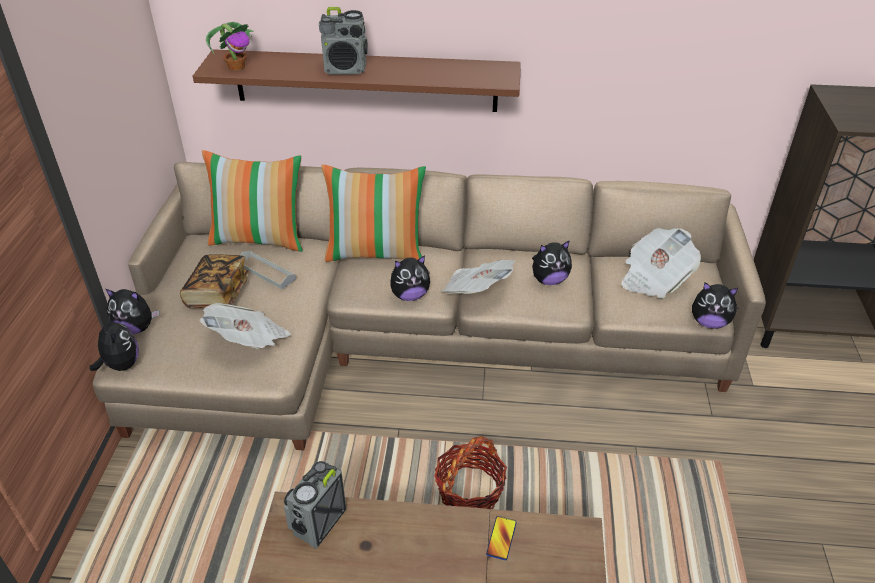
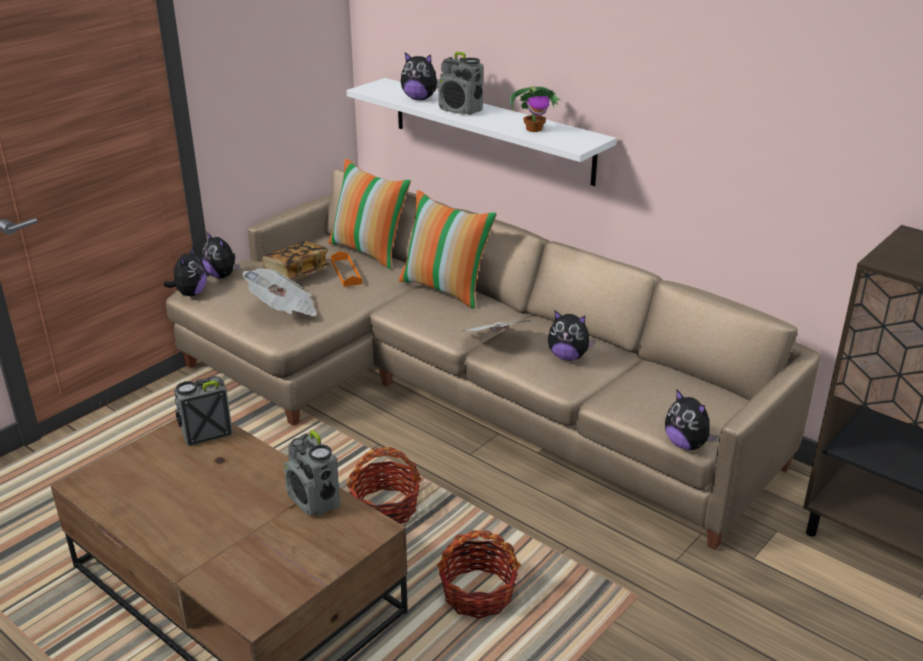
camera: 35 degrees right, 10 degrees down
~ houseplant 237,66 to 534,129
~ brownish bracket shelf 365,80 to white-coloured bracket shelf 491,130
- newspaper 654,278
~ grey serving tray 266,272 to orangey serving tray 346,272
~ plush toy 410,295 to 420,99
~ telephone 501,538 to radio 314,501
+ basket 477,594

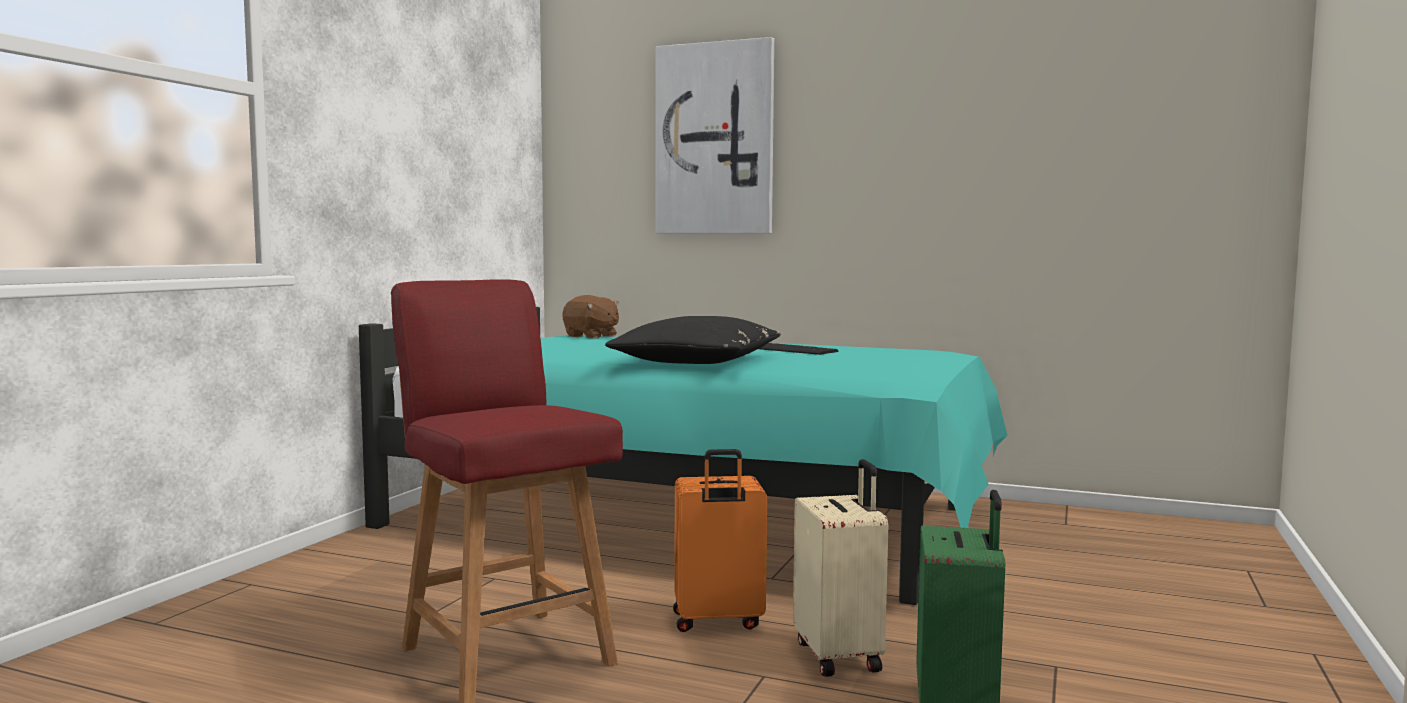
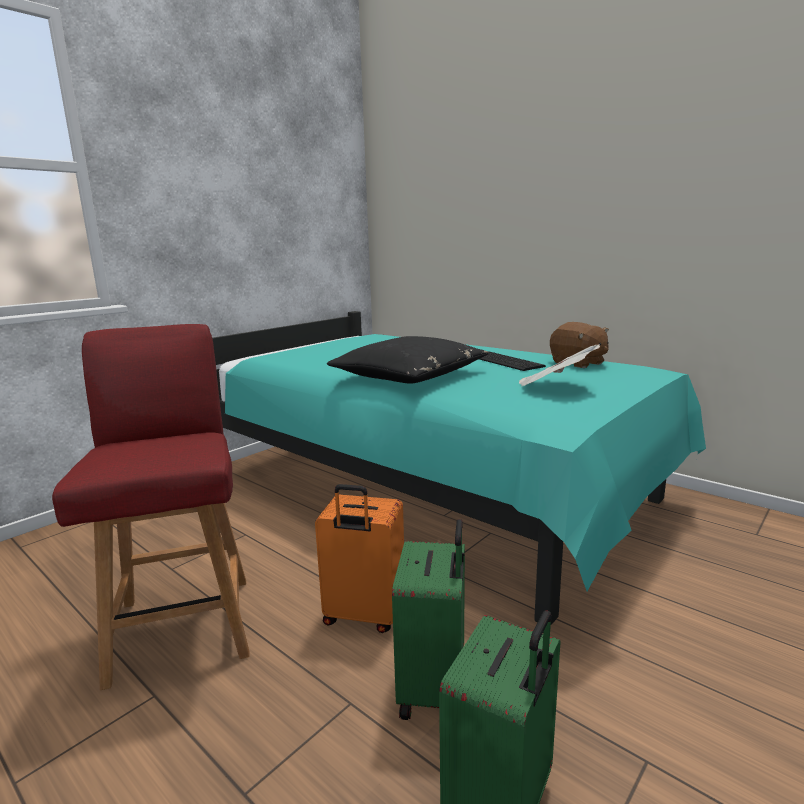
camera: 20 degrees right, 10 degrees up
- wall picture 715,139
~ brownish plush toy 591,336 to 578,363
~ beige travel case 840,656 to greenish travel case 435,689
+ newspaper 554,387

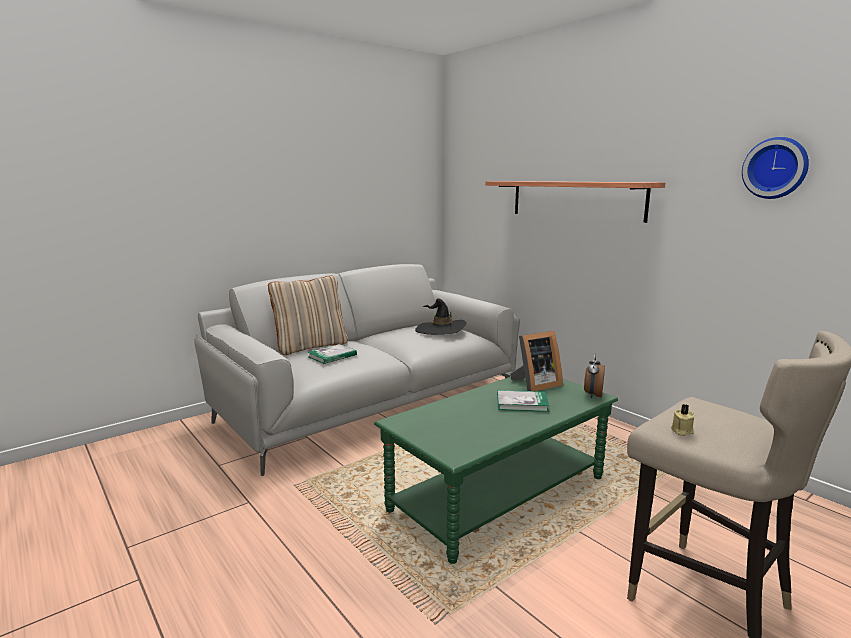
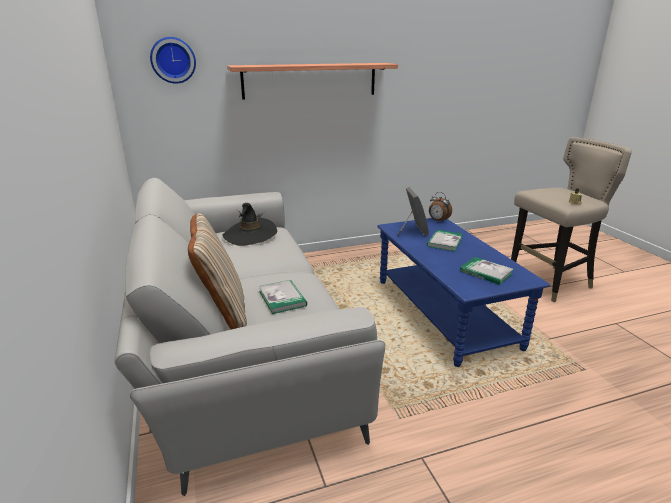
camera: 70 degrees left, 10 degrees up
~ clock on the wall 776,168 to 173,60
~ greenish lounge table 499,493 to blue-coloured lounge table 444,312
+ volume 486,272

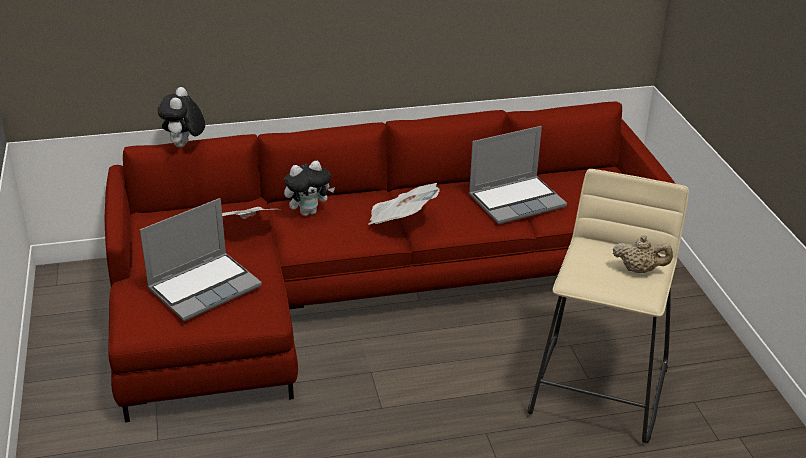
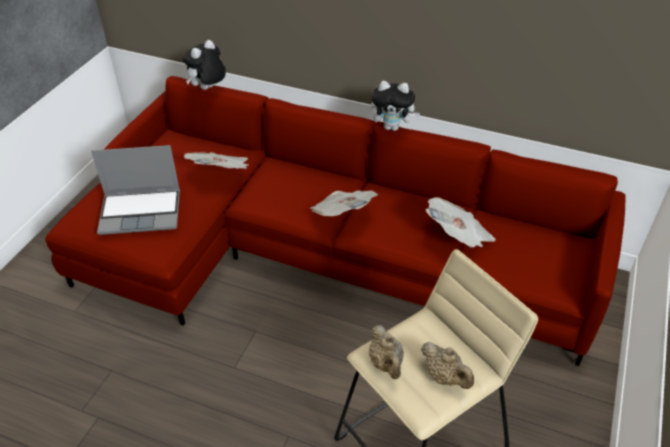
camera: 35 degrees right, 10 degrees up
~ laptop 517,200 to newspaper 458,237
~ plush toy 308,212 to 392,127
+ beige teapot 386,364

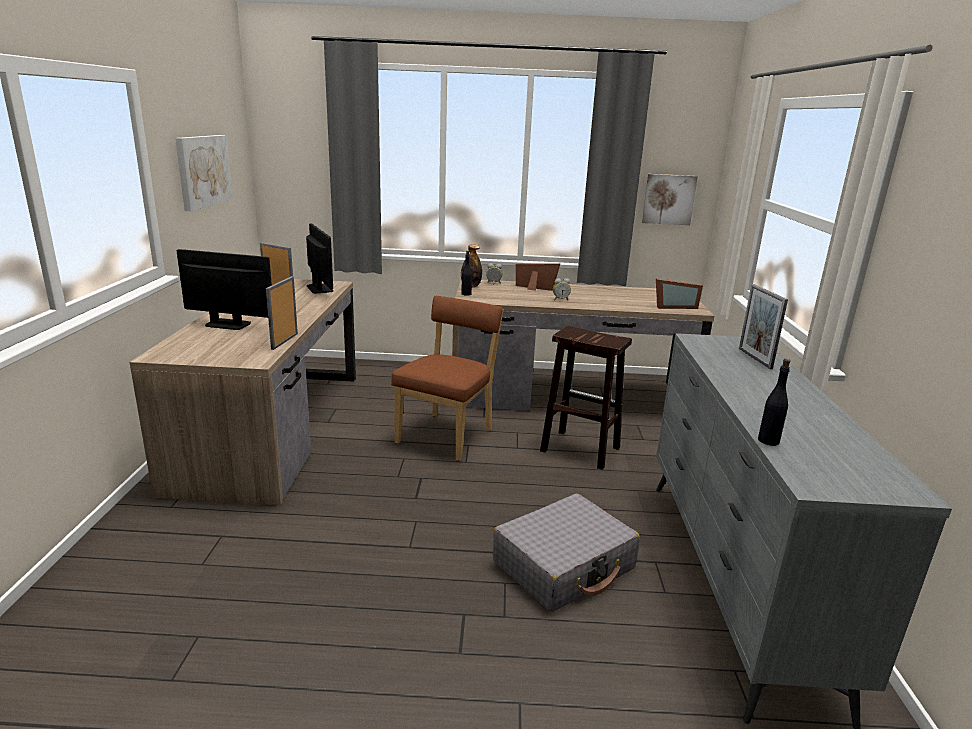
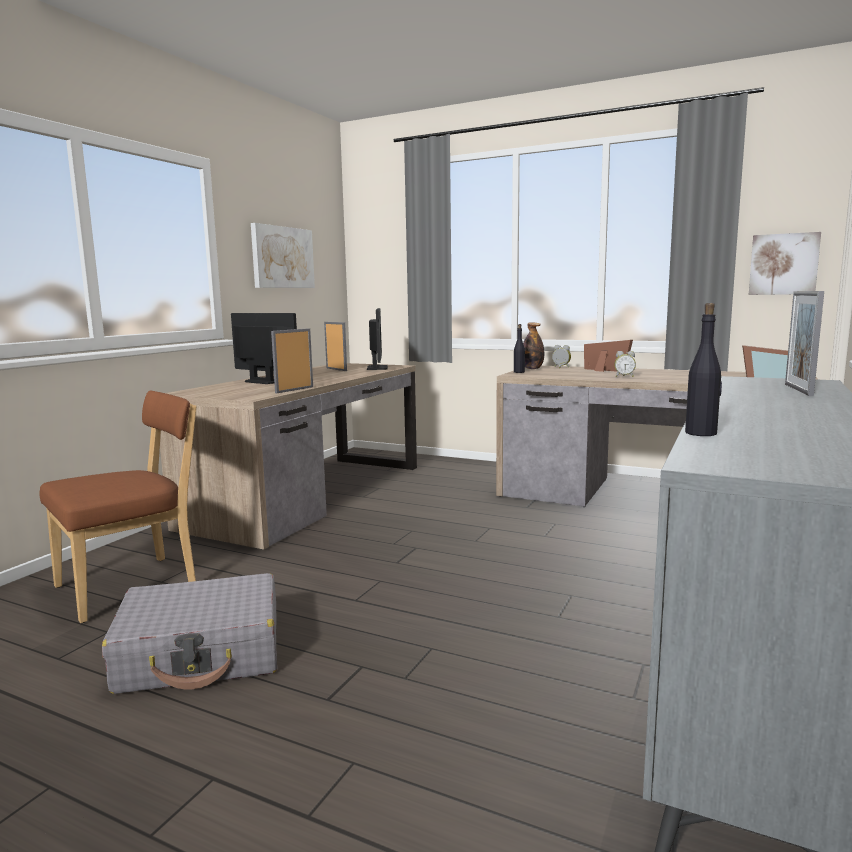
camera: 25 degrees right, 10 degrees down
~ brownish chair 448,434 to 134,586
- brownish stool seat 579,449
~ grey travel case 564,565 to 202,653

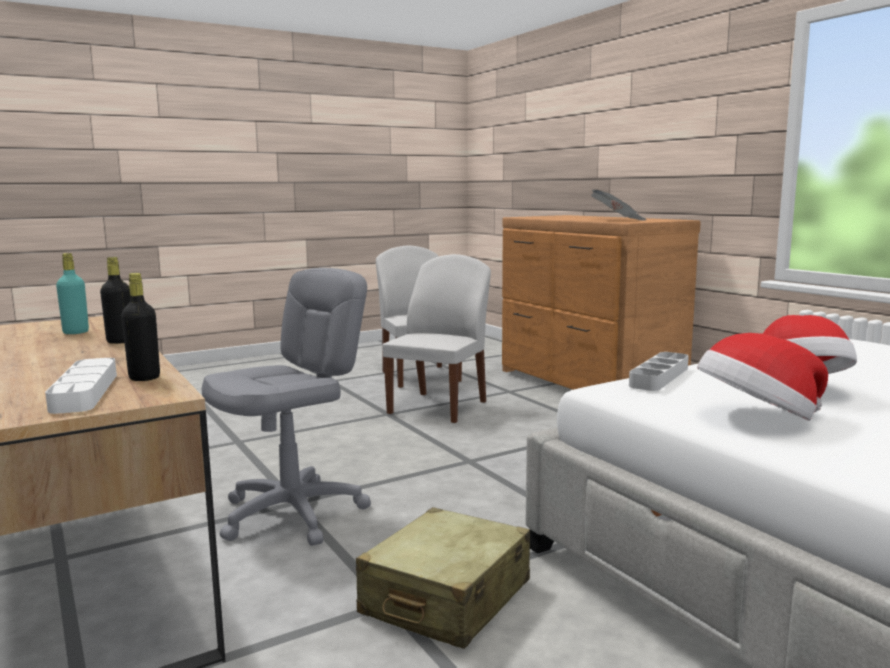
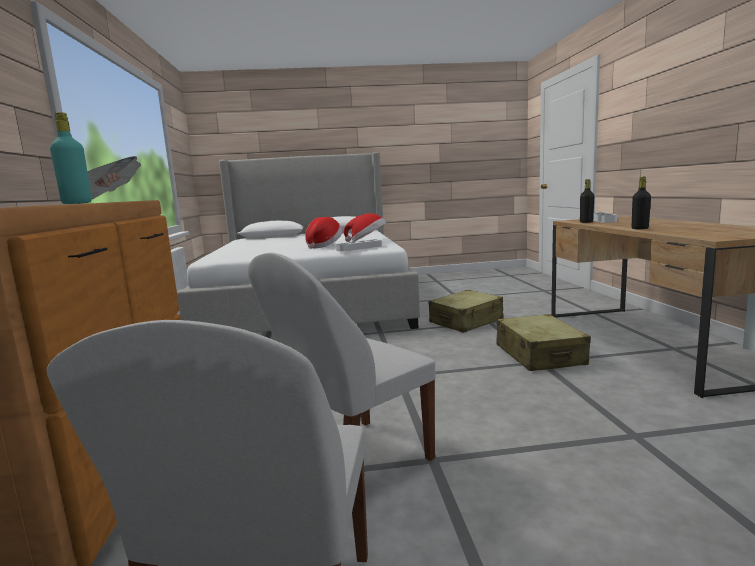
camera: 155 degrees left, 0 degrees up
~ turquoise bottle 76,332 to 77,203
~ grey computer chair 293,514 to beige travel case 539,355

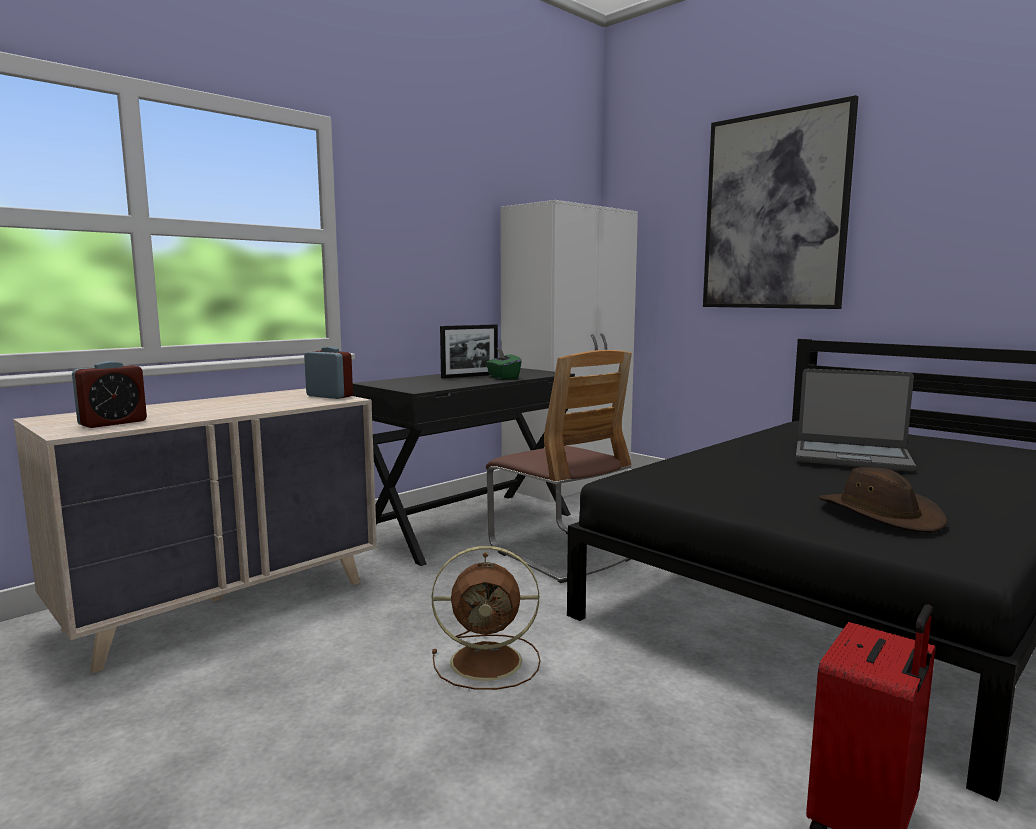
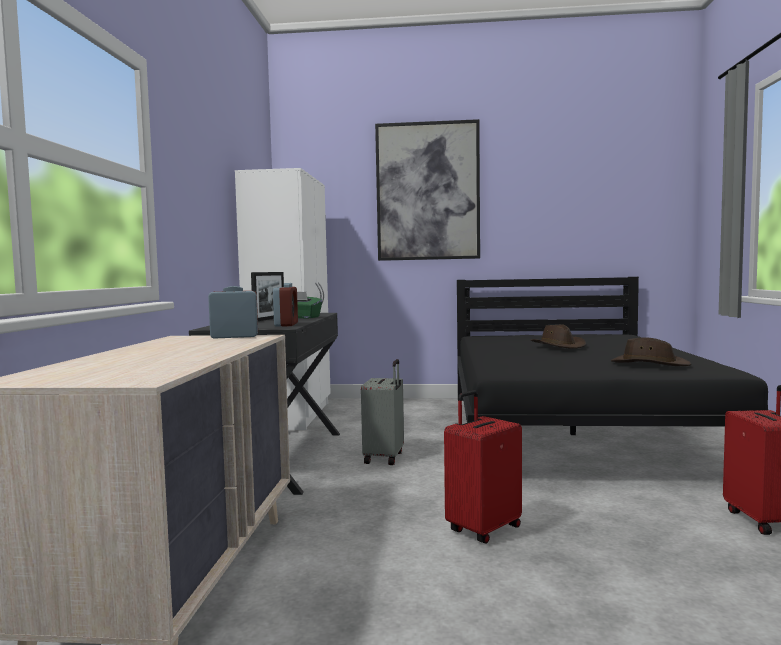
camera: 40 degrees left, 5 degrees down
~ chair 559,553 to grey travel case 385,458
~ bedside clock 113,423 to 286,324
~ laptop 851,457 to brownish hat 558,346
~ brownish cooling fan 489,661 to reddish travel case 482,529

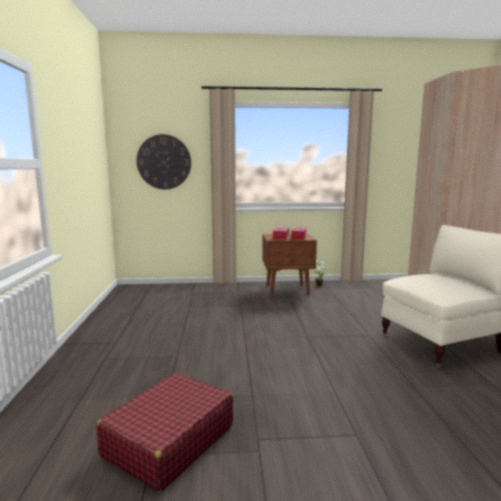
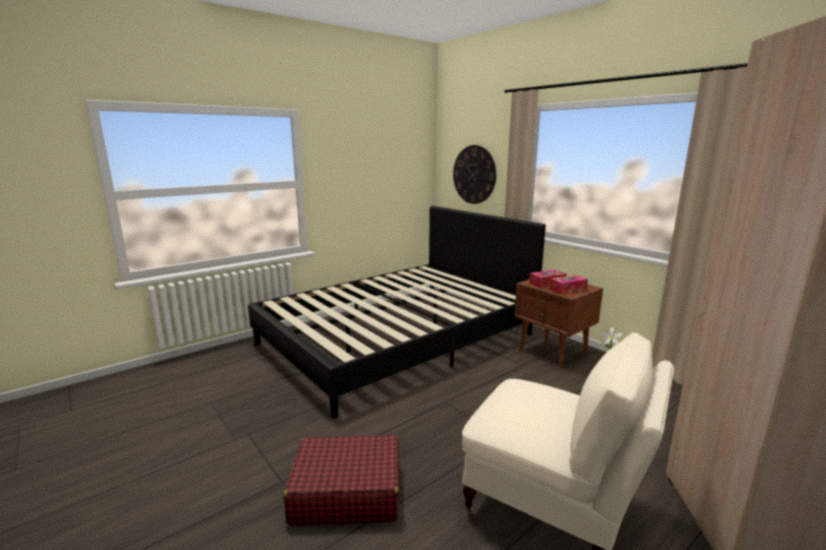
camera: 55 degrees right, 5 degrees up
~ reddish travel case 169,441 to 346,492
+ blackish bedroom bed 398,339

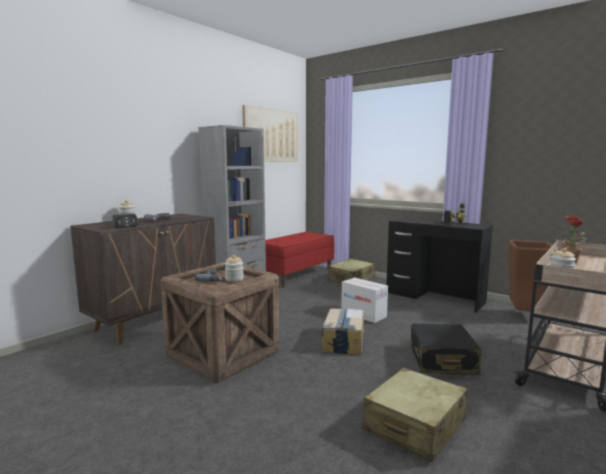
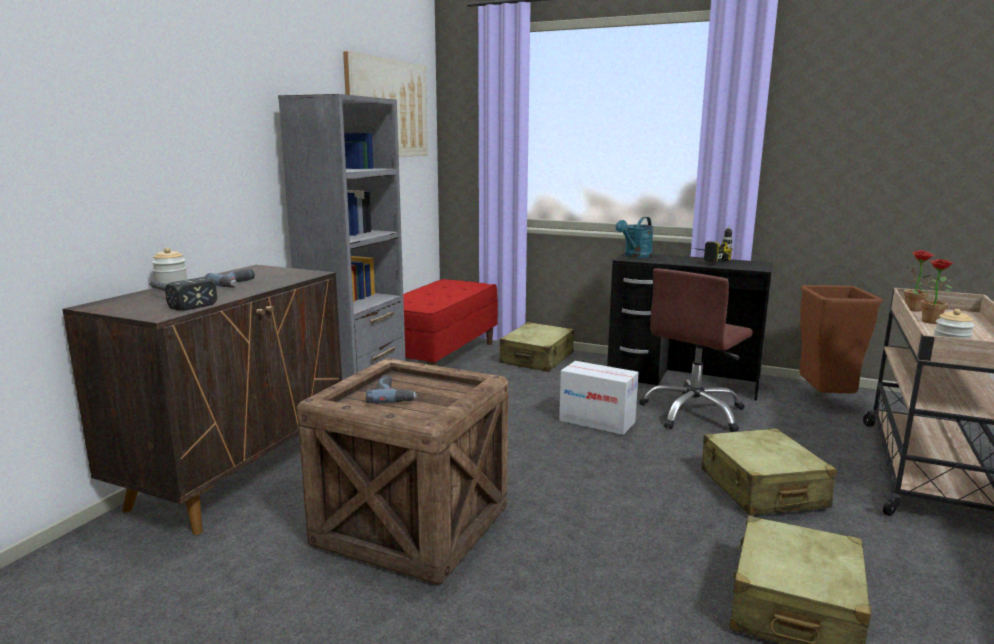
camera: 15 degrees left, 5 degrees up
- jar 234,279
- packing box 343,341
~ blackish travel case 442,360 to beige travel case 762,489
+ turquoise watering pot 635,256
+ brownish computer chair 693,413

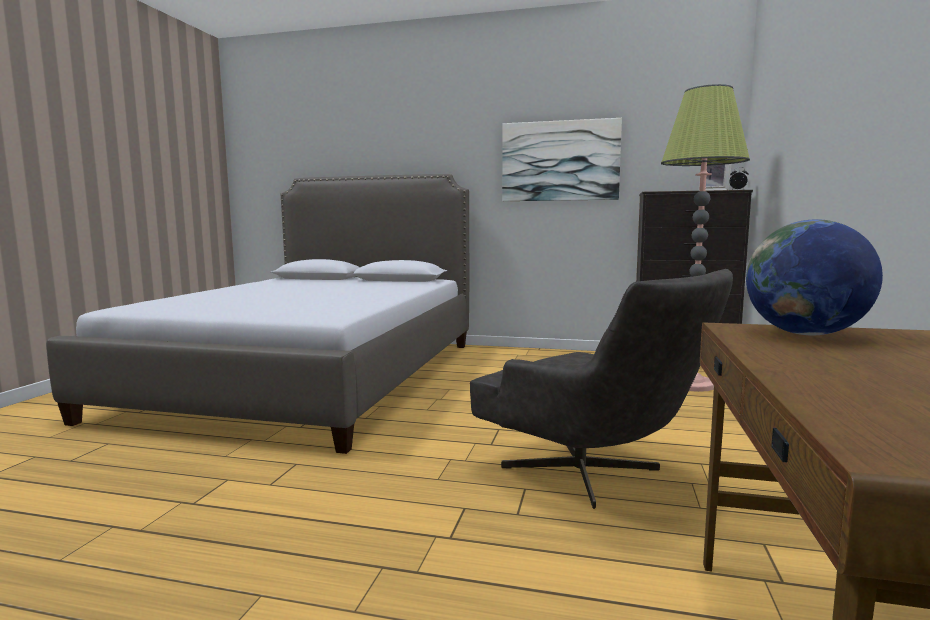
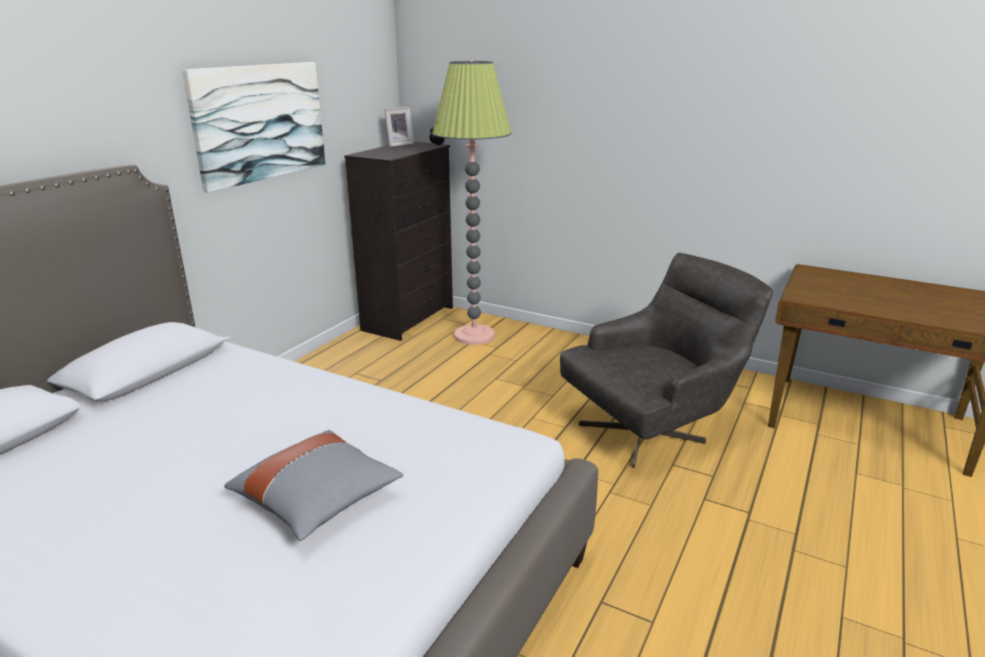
camera: 75 degrees left, 15 degrees up
- globe 805,334
+ grey cushion 318,501

